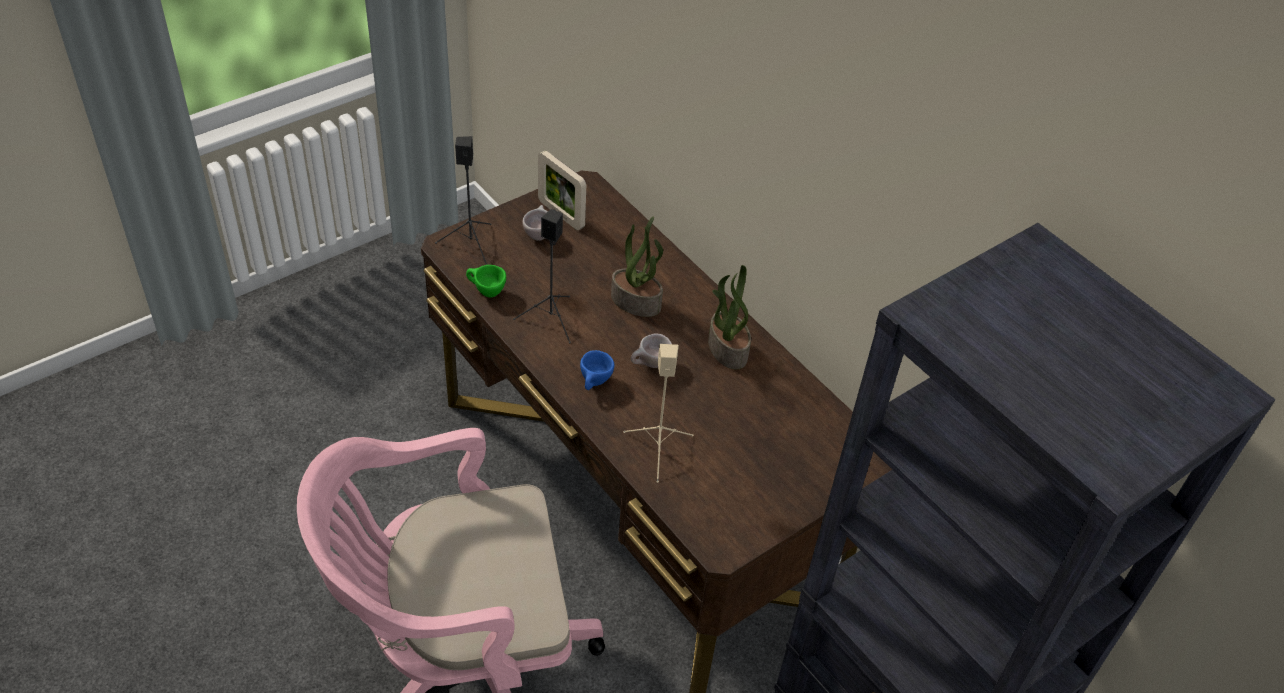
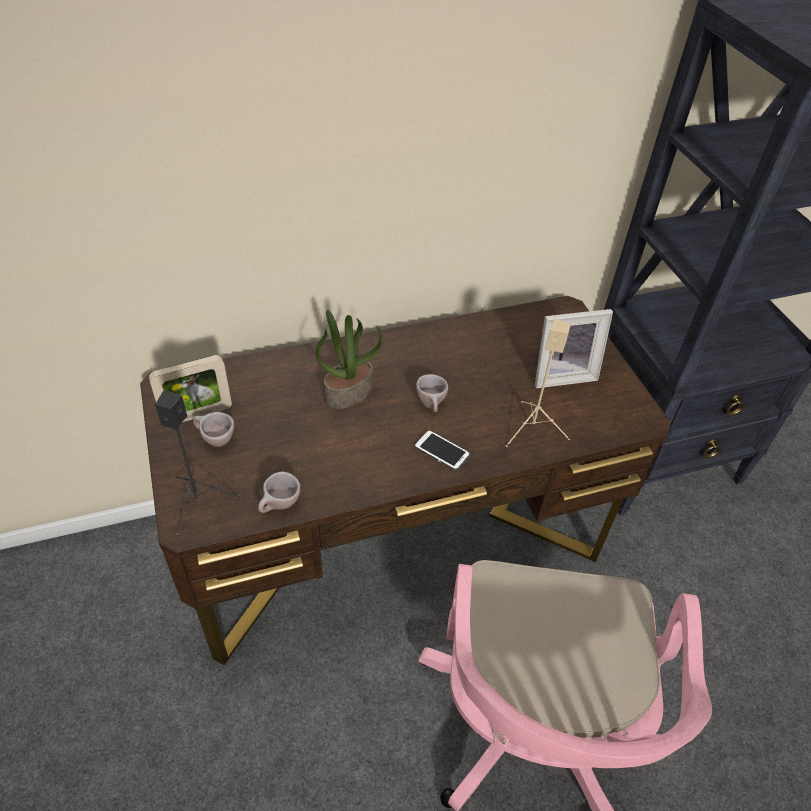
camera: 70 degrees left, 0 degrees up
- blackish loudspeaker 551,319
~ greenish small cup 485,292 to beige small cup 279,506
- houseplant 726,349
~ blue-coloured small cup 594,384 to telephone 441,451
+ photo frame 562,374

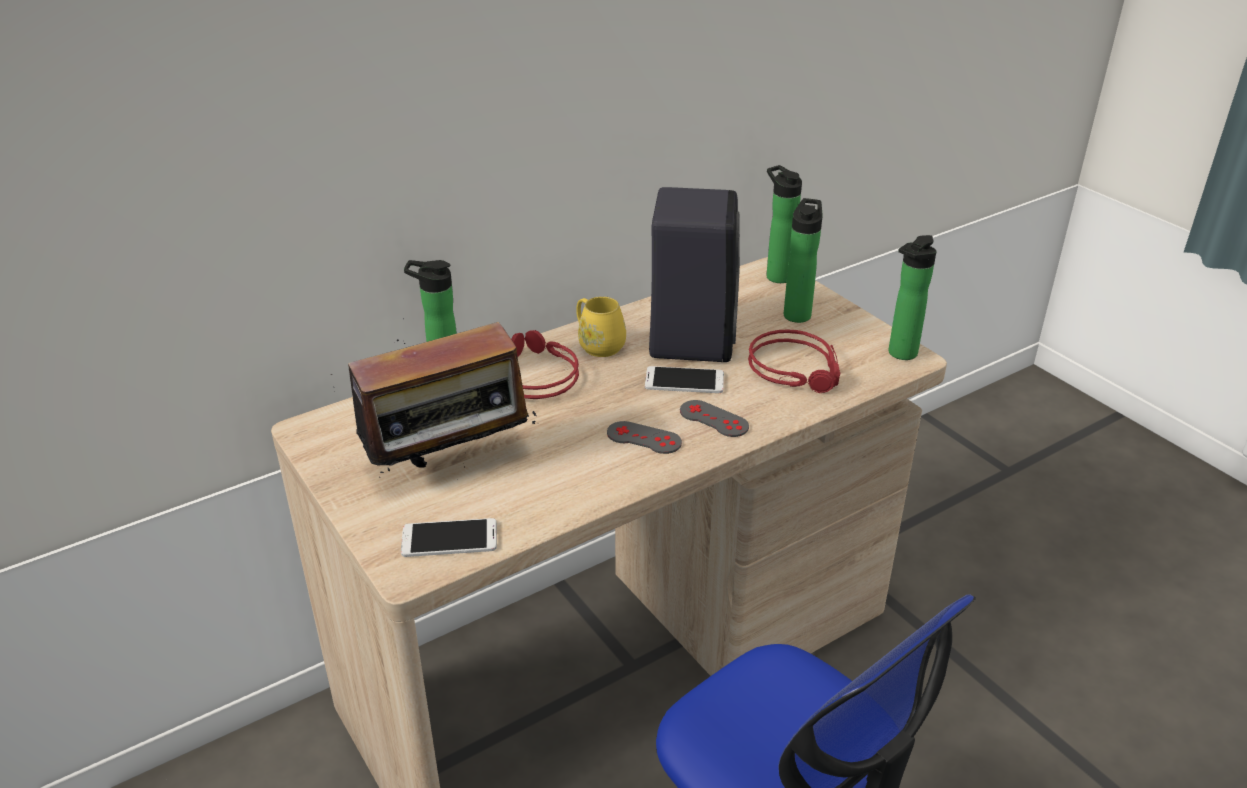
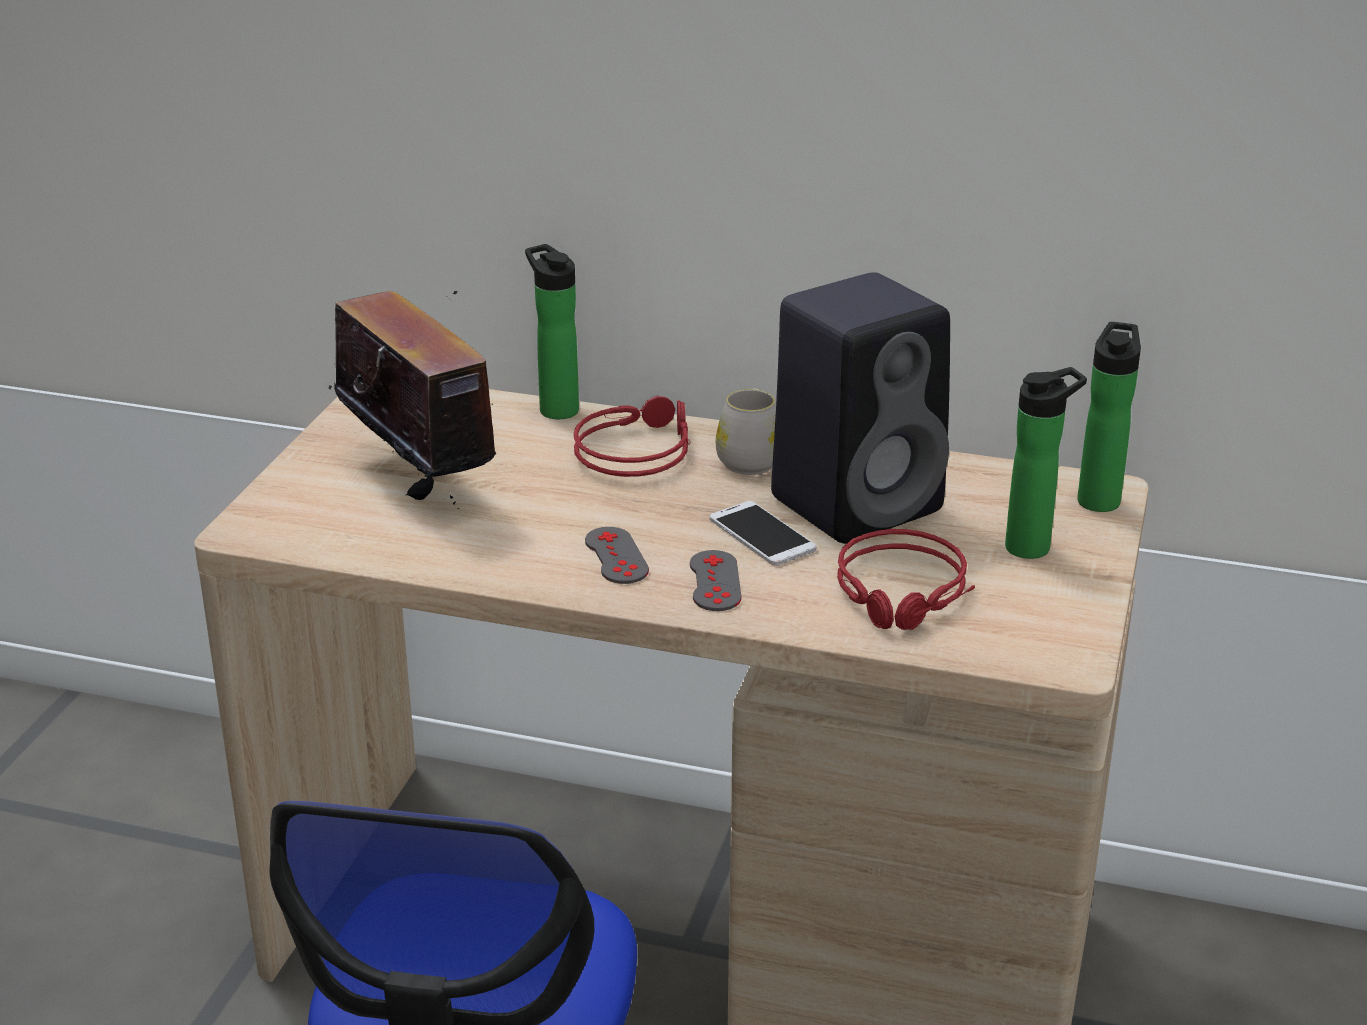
camera: 50 degrees right, 5 degrees down
- bottle 900,354
~ yellow tea mug 598,344 to white-coloured tea mug 750,458
~ radio 450,466 = 420,479 150 degrees counterclockwise
- telephone 449,538

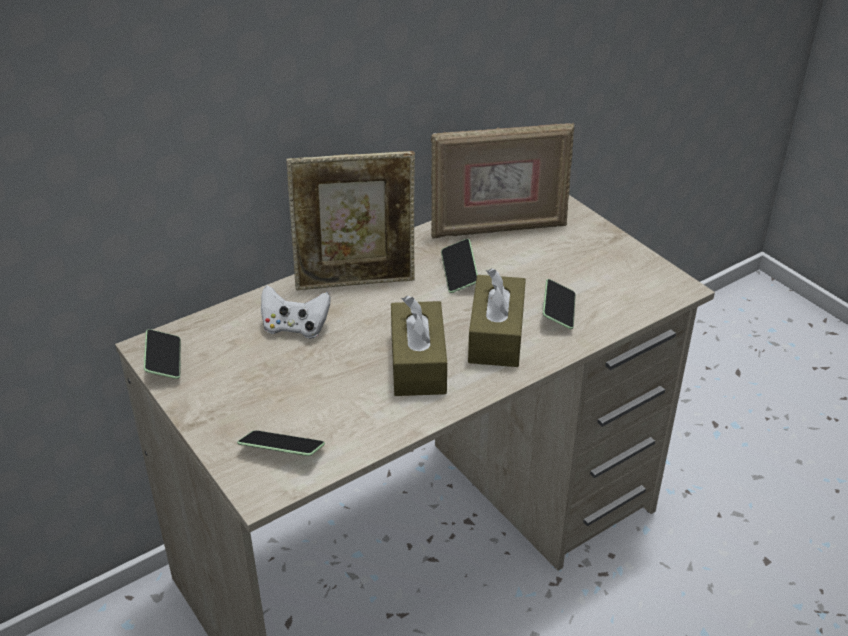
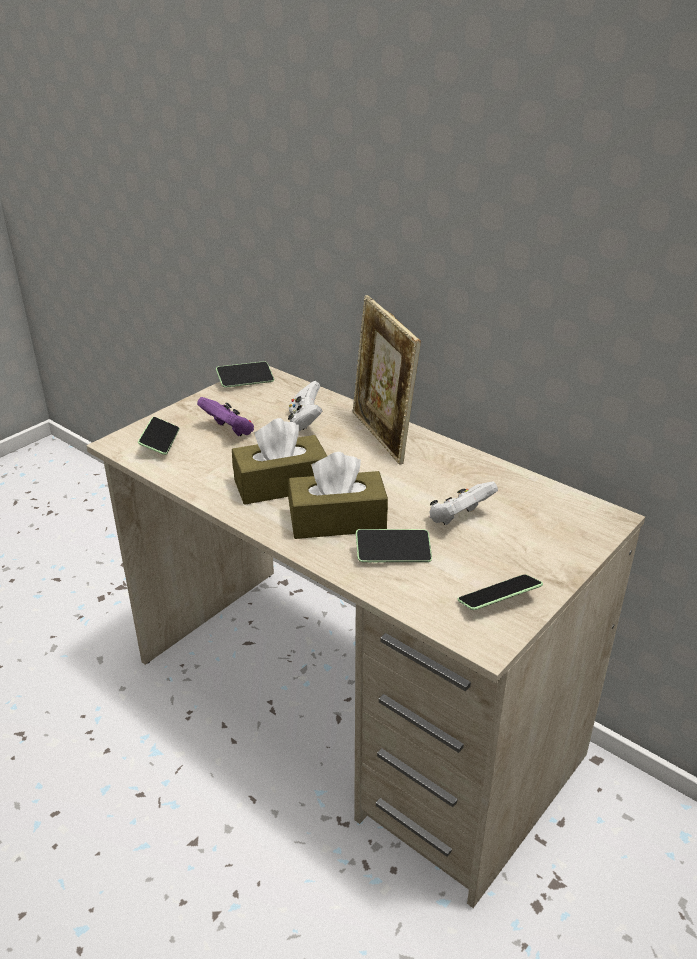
camera: 75 degrees right, 5 degrees down
- photo frame 498,228
~ telephone 459,273 to 498,601
+ purple-coloured game controller 229,431
+ white-coloured game controller 459,519

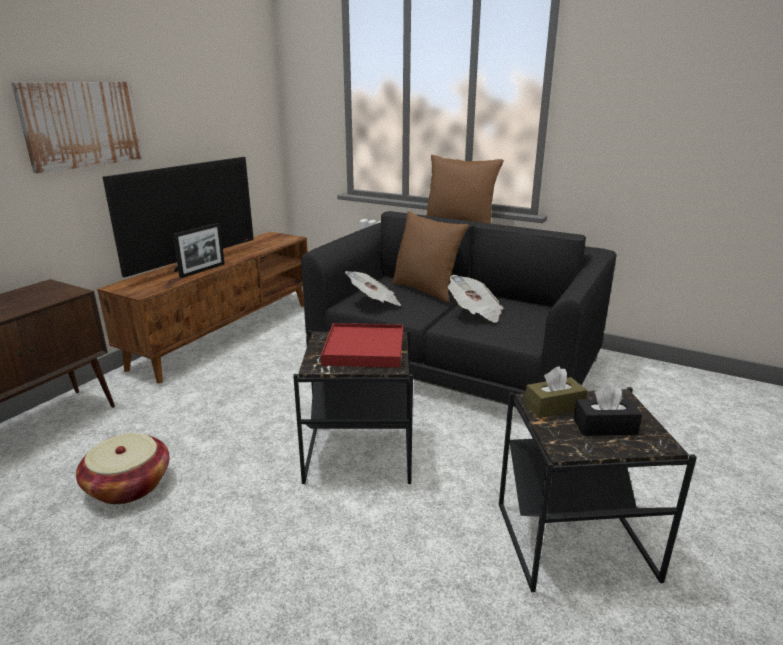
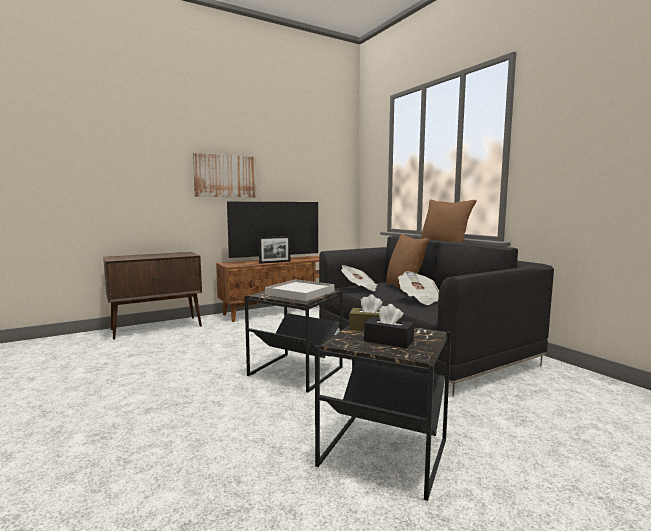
camera: 30 degrees right, 15 degrees down
~ reddish serving tray 364,349 to white-coloured serving tray 300,293
- basket 129,486

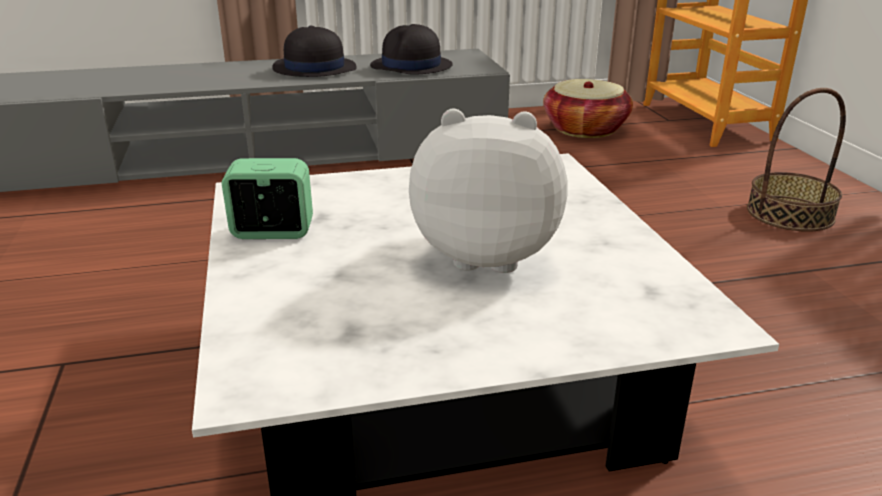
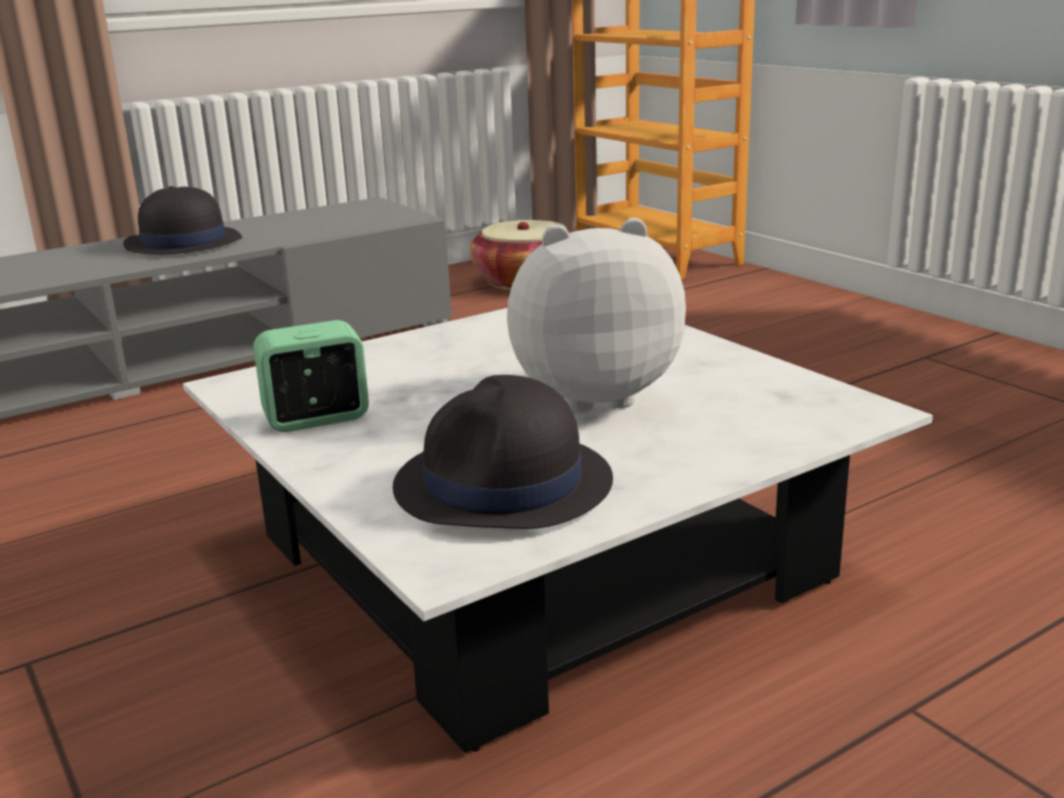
camera: 20 degrees left, 5 degrees down
~ blackish hat 411,67 to 504,486
- basket 789,213

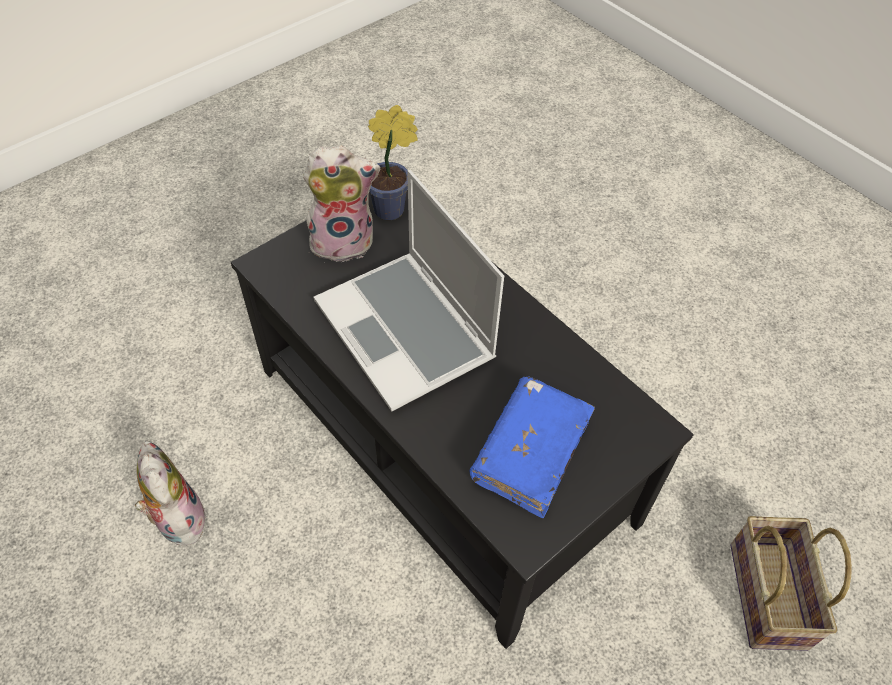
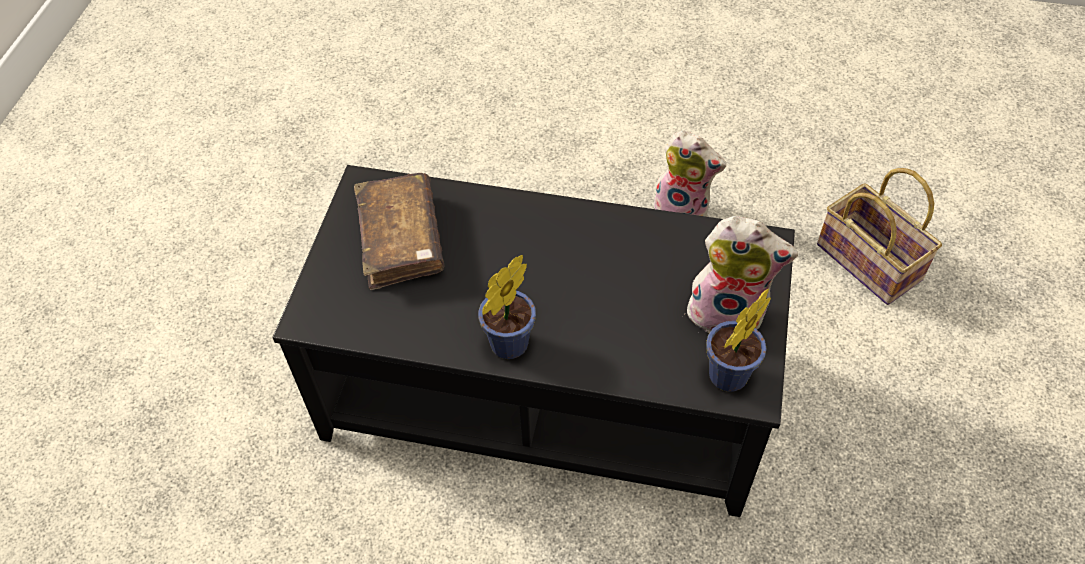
camera: 145 degrees right, 0 degrees up
~ plush toy 344,241 = 728,312 120 degrees counterclockwise
- laptop 407,331
~ blue-coloured volume 530,452 to brownish volume 401,240
~ basket 764,592 to 872,263
+ houseplant 505,347

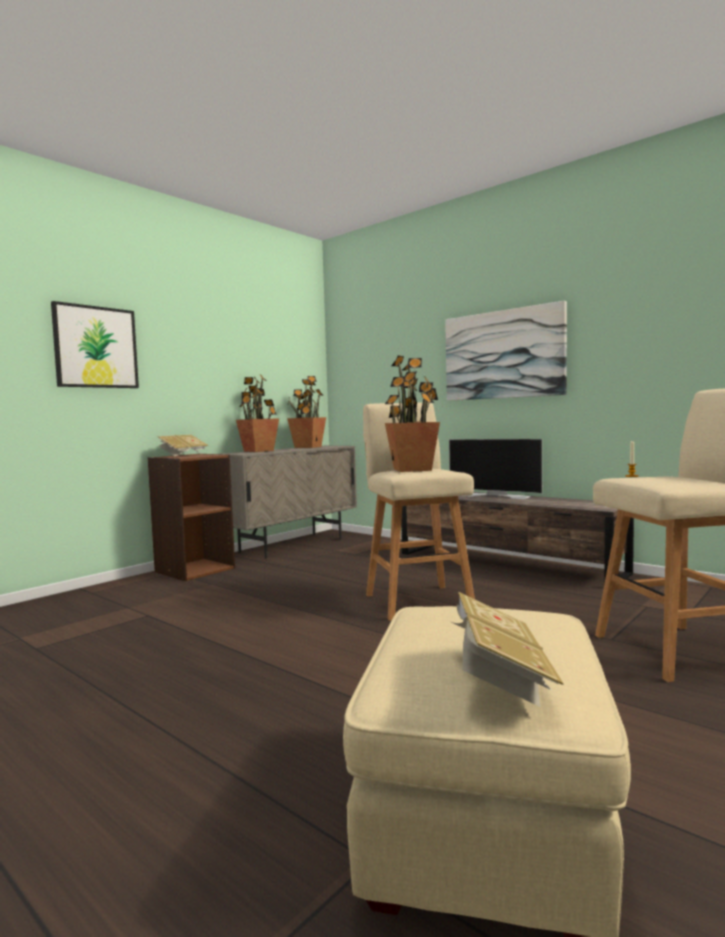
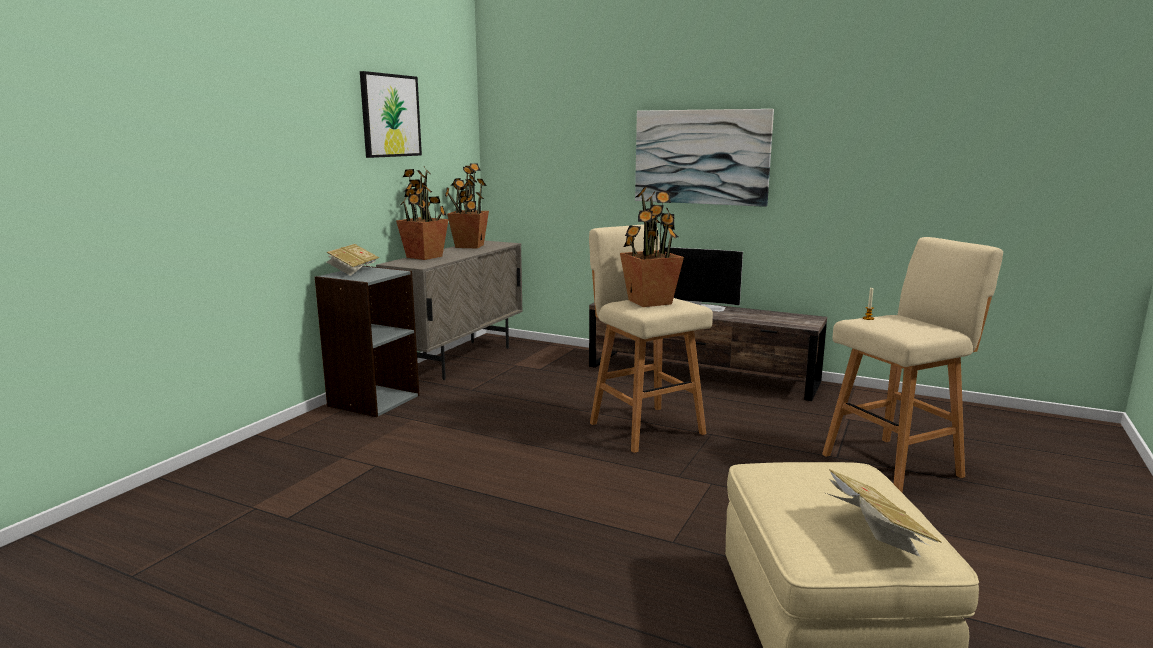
camera: 15 degrees left, 10 degrees up
~ wall picture 96,347 to 390,115
~ brownish bookcase 194,570 to grey bookcase 373,400

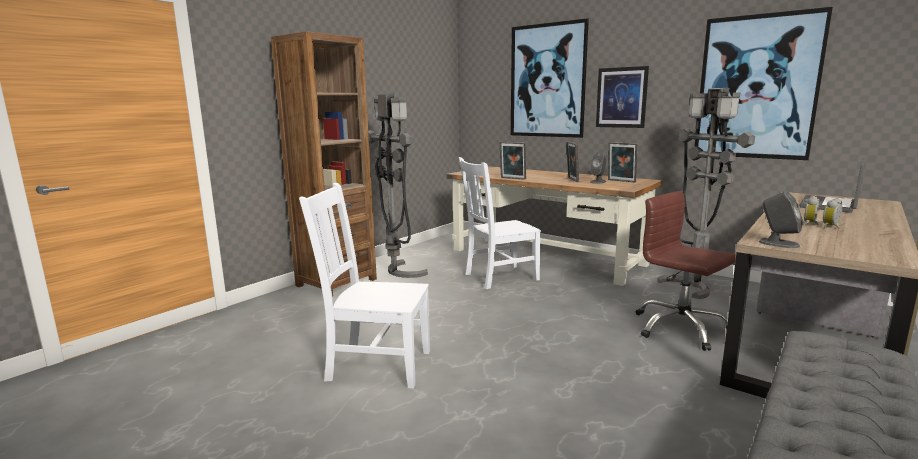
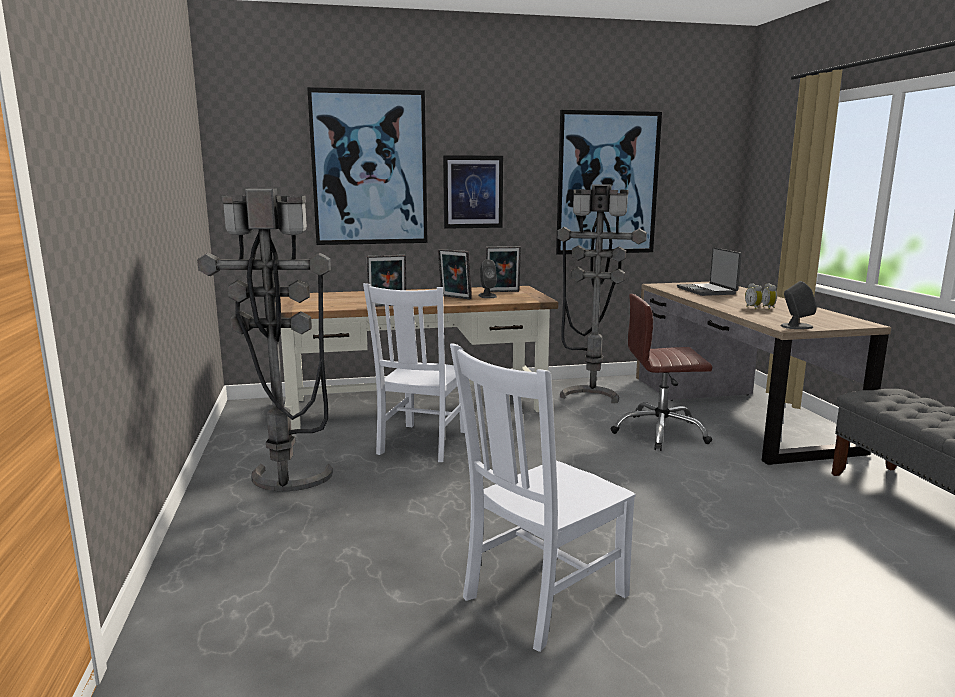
camera: 50 degrees left, 0 degrees up
- brownish bookcase 336,282

